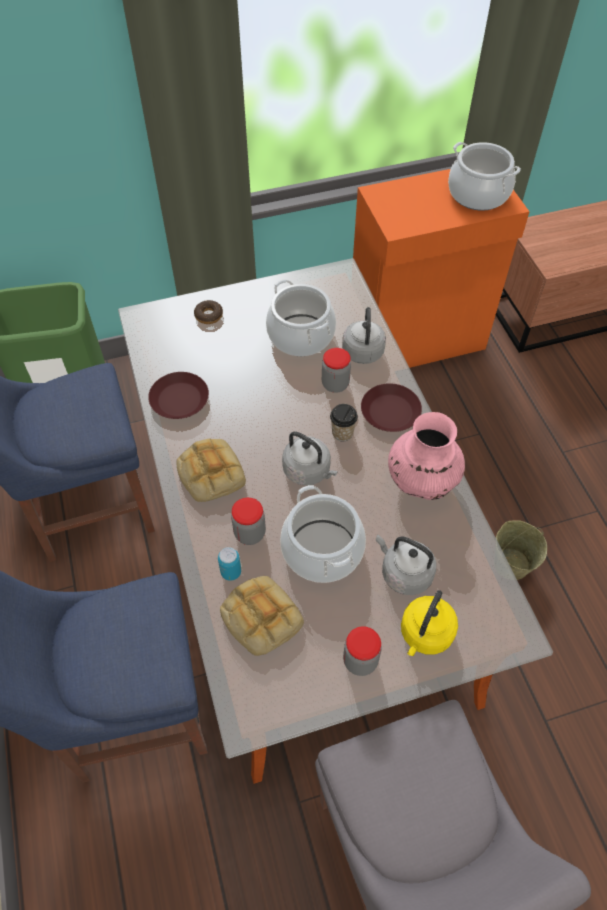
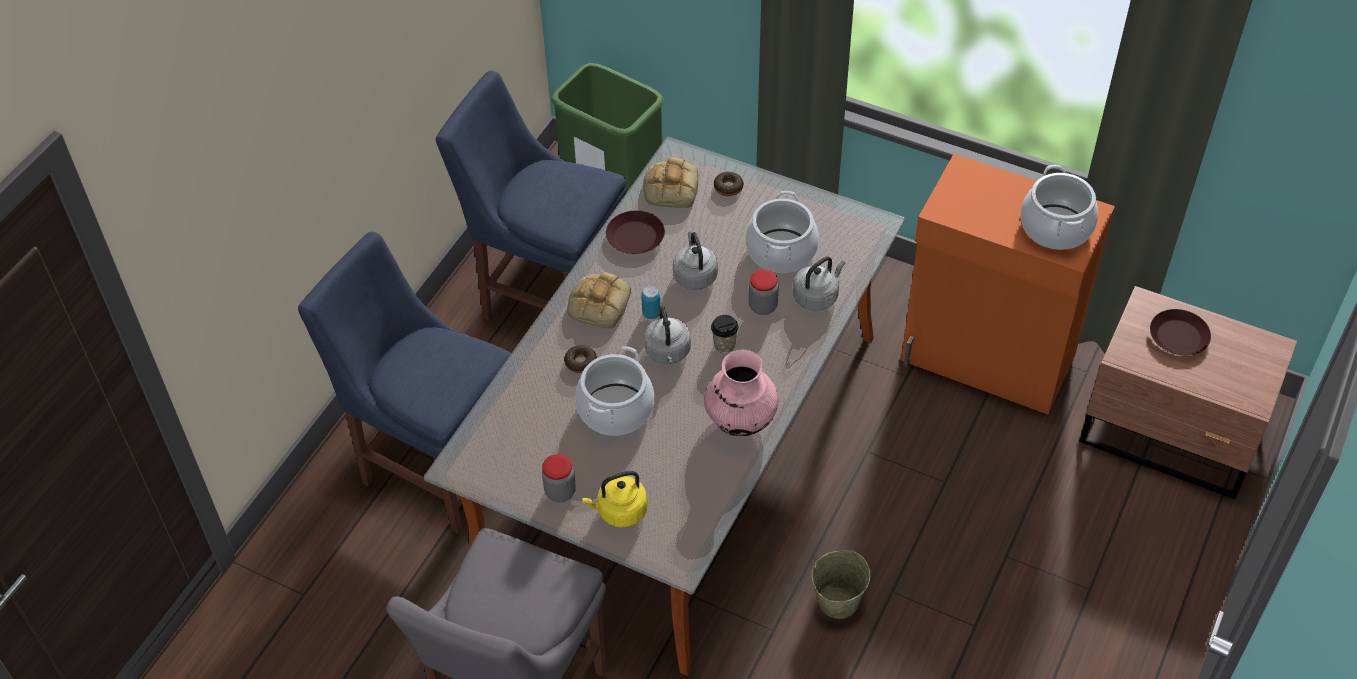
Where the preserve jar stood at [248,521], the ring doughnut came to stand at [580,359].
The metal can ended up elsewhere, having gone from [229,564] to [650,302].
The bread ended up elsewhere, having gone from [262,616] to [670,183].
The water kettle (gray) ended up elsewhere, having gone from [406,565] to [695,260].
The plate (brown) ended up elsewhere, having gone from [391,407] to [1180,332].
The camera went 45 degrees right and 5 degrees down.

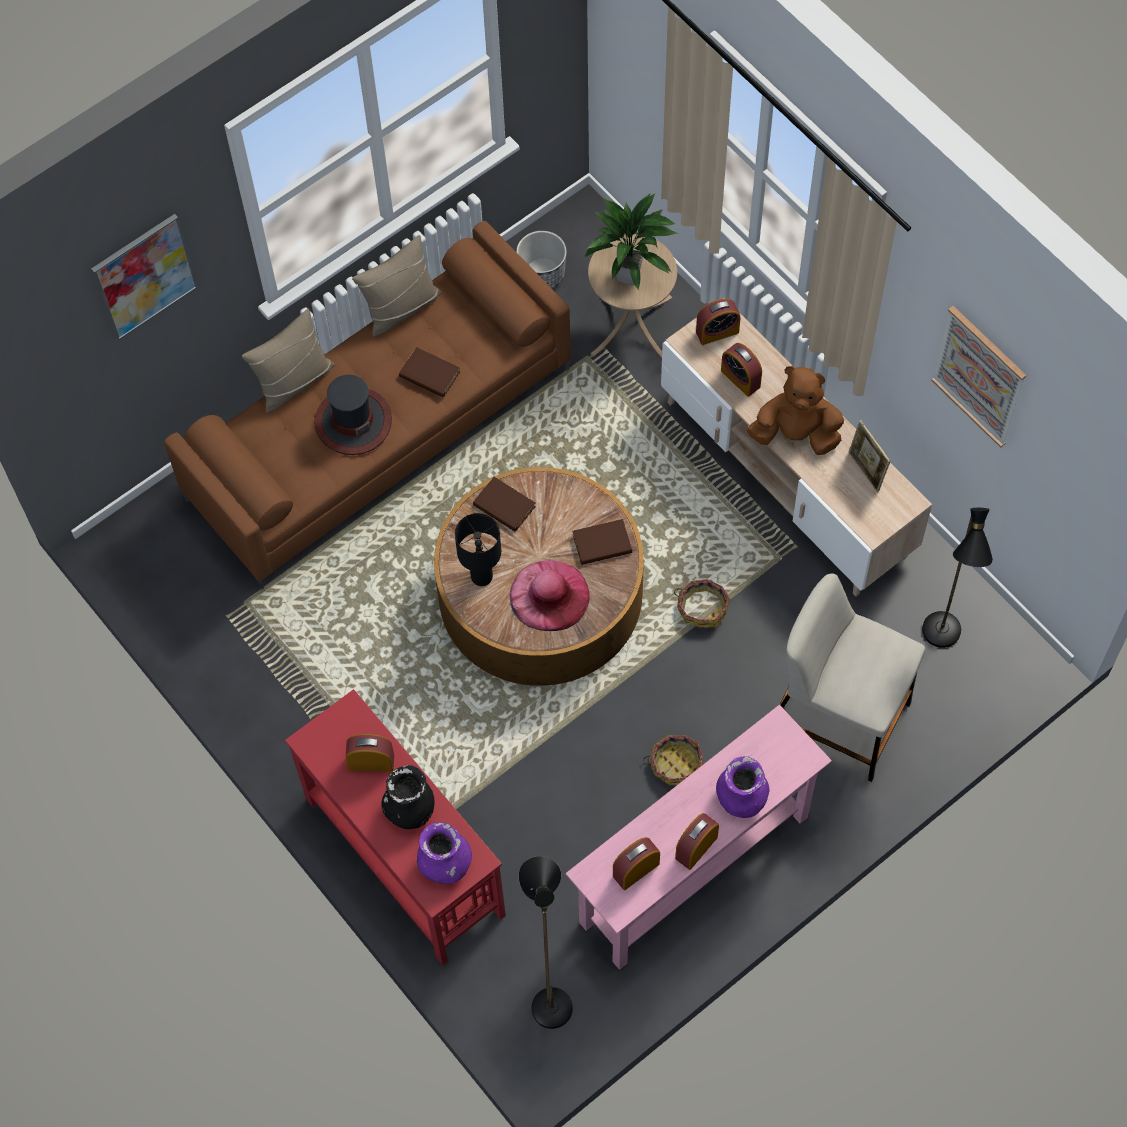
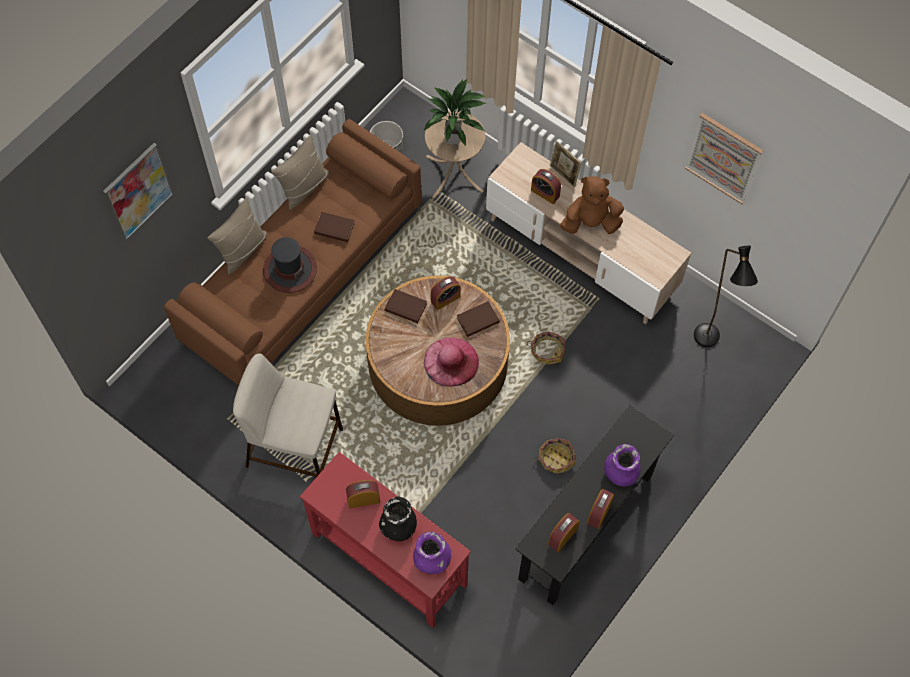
The stool (beige-coloured) ended up elsewhere, having gone from [852,678] to [288,415].
The table clock ended up elsewhere, having gone from [718,321] to [446,293].
What was the hall table (pink) at [699,837] turned into the hall table (black-coloured) at [594,505].
The picture frame ended up elsewhere, having gone from [869,456] to [566,164].
The second view lost the table lamp (black-coloured) at [478,549].
The second view lost the floor lamp (black-coloured) at [546,942].
The camera went 15 degrees left and 0 degrees up.

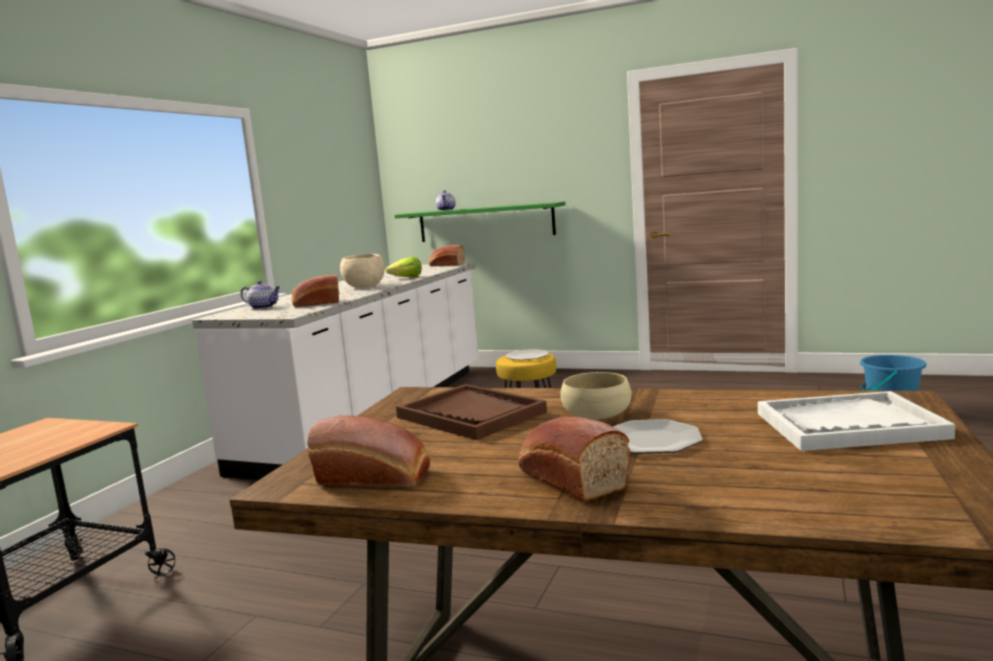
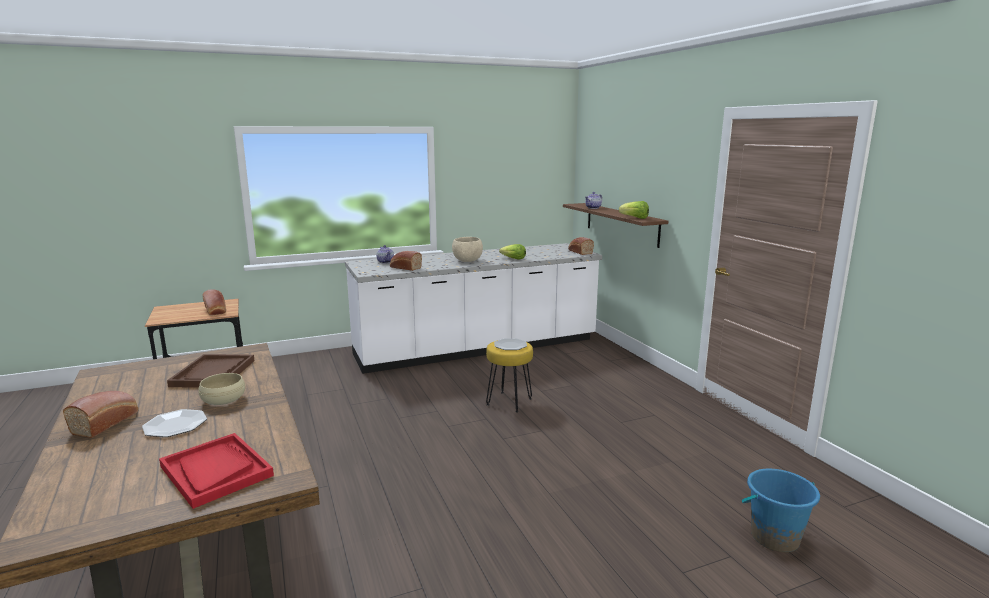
What was the carrying tray (white) at [856,421] turned into the carrying tray (red) at [216,471].
The bread ended up elsewhere, having gone from [368,451] to [214,302].
What was the bracket shelf (green-coloured) at [480,222] turned into the bracket shelf (brown) at [615,225].
The second view gained the lettuce at [634,210].
The camera went 45 degrees right and 5 degrees up.

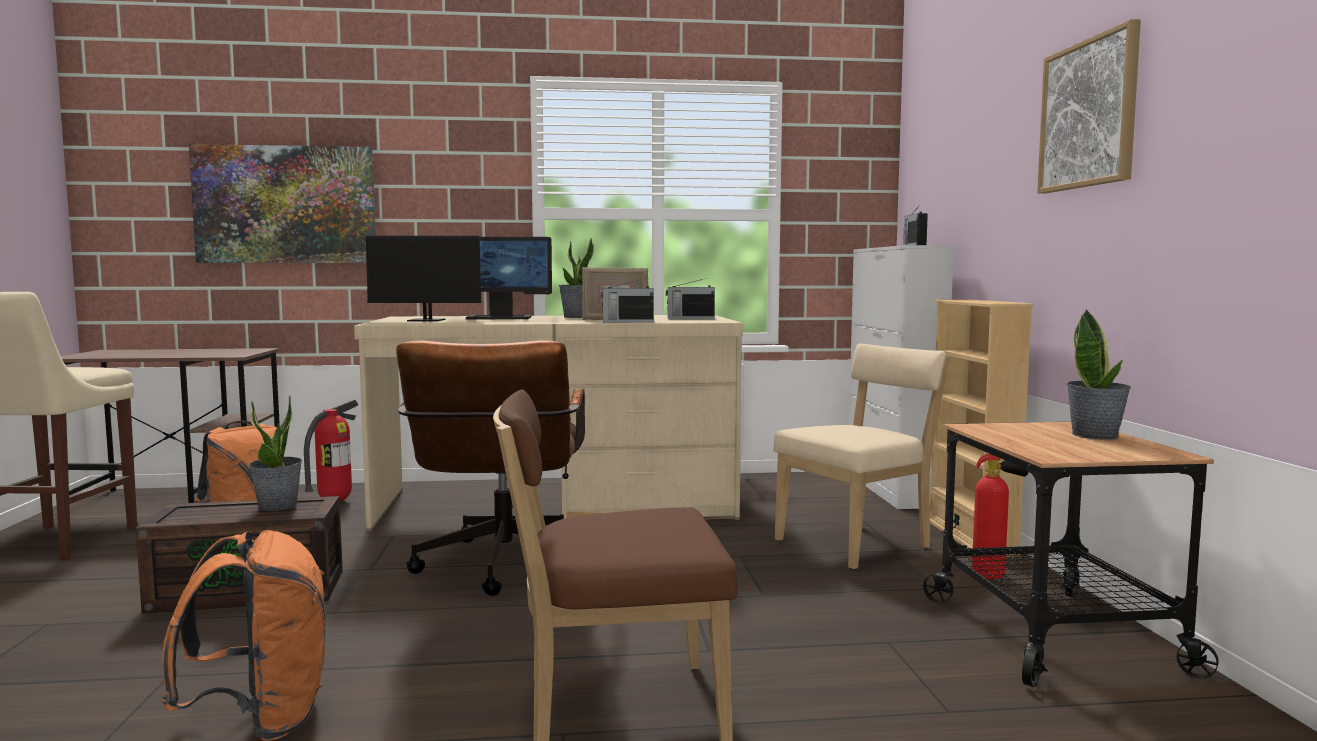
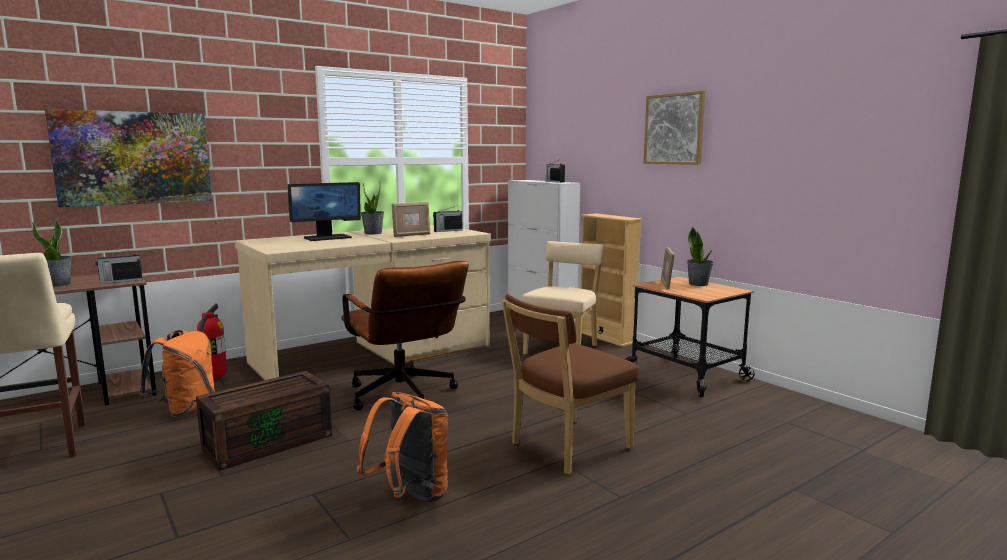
The potted plant ended up elsewhere, having gone from [275,453] to [52,252].
The radio ended up elsewhere, having gone from [627,300] to [119,267].
The second view gained the picture frame at [668,268].
The second view lost the computer display at [440,278].
The second view lost the extinguisher at [1000,516].
The camera went 30 degrees left and 5 degrees up.

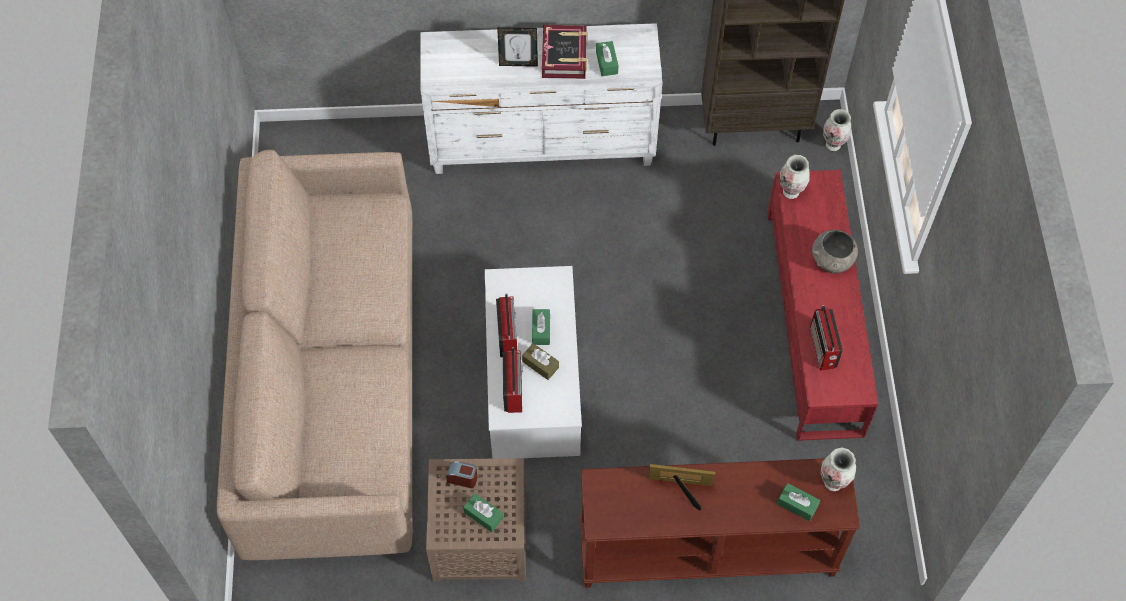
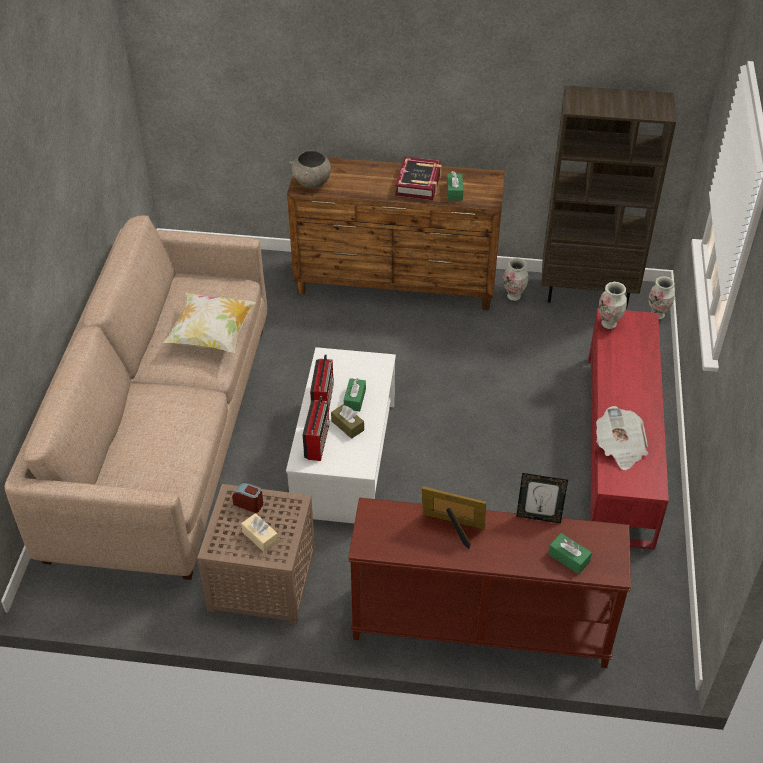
The second view gained the cushion at [209,323].
What was the box of tissues (green-coloured) at [483,512] turned into the box of tissues (beige-coloured) at [260,532].
What was the dresser (white) at [541,98] turned into the dresser (brown) at [396,233].
The bowl (gray) ended up elsewhere, having gone from [835,251] to [310,169].
The flower vase ended up elsewhere, having gone from [838,469] to [515,279].
The picture frame ended up elsewhere, having gone from [517,47] to [542,498].
Where the radio stood at [826,337], the printed paper came to stand at [622,438].
The camera went 10 degrees right and 15 degrees down.

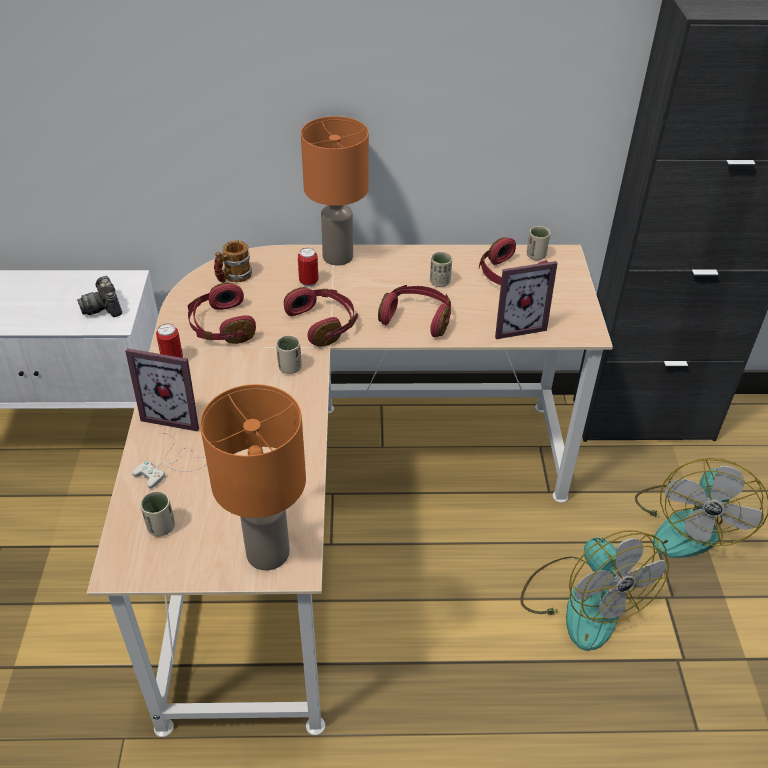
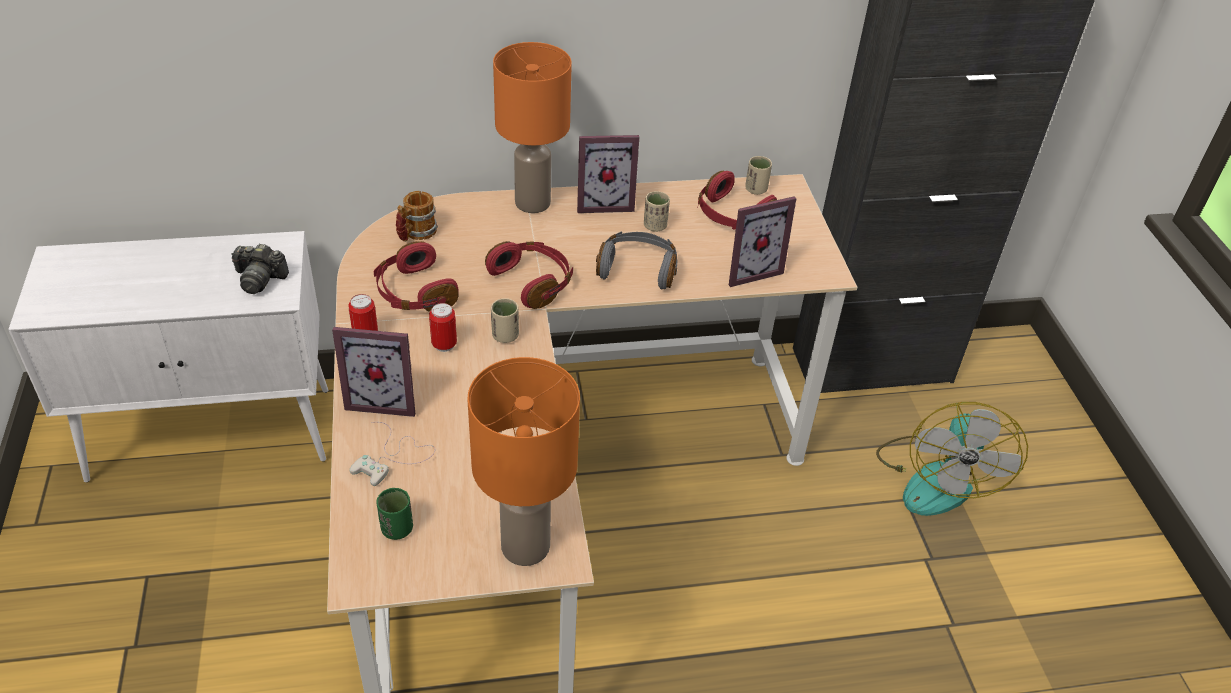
The still camera at [99,296] ended up facing another way, 45 degrees counterclockwise from before.
What was the drinking cup (beige-coloured) at [157,513] turned into the drinking cup (green-coloured) at [394,514].
The metal can ended up elsewhere, having gone from [308,267] to [443,327].
The second view gained the picture frame at [608,174].
What was the pair of headphones (red) at [414,311] turned into the pair of headphones (gray) at [636,260].
The second view lost the electric fan at [594,590].
The camera went 10 degrees left and 0 degrees up.

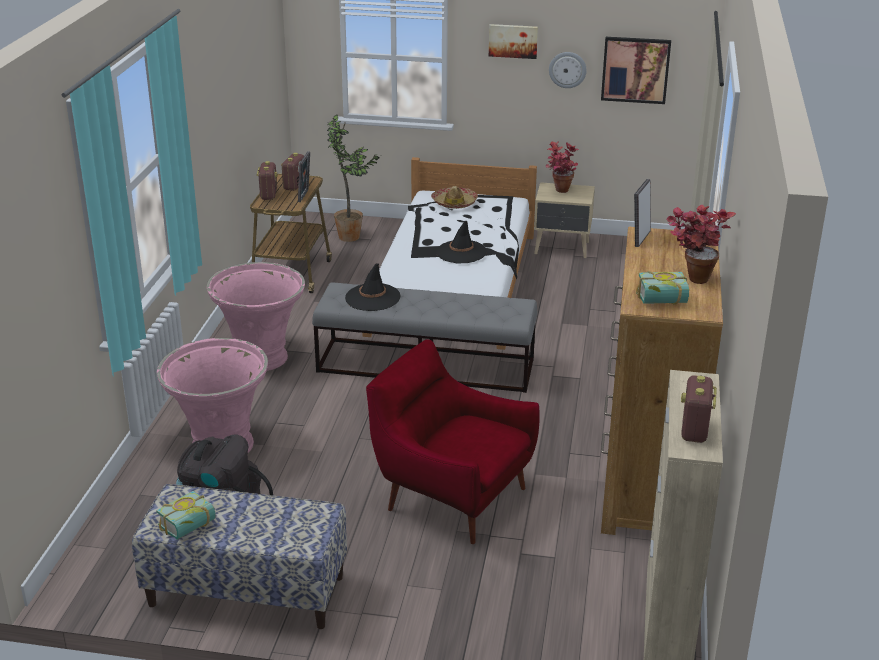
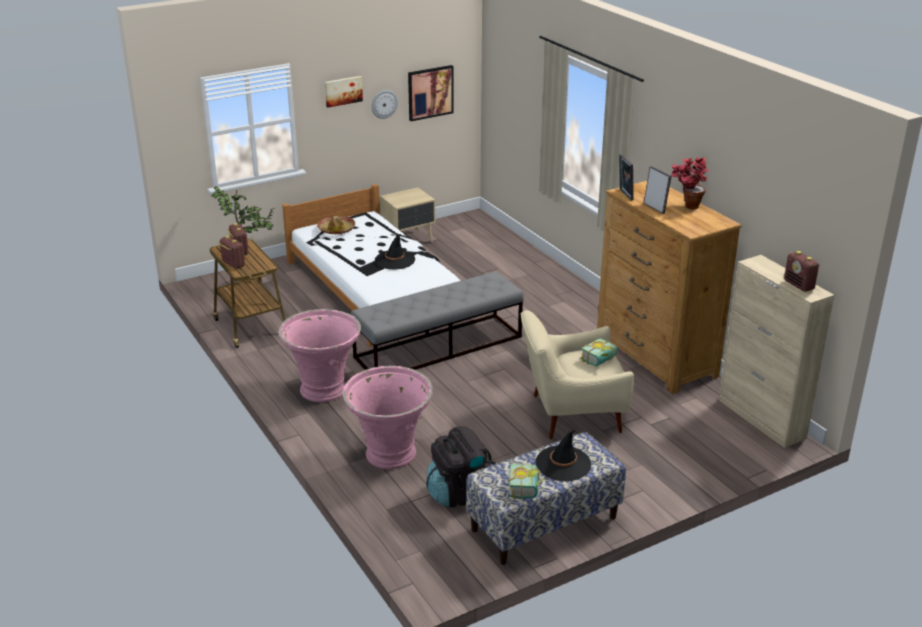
What was the lounge chair (red) at [453,441] turned into the lounge chair (beige-coloured) at [577,374].
The clothing hat (black-coloured) ended up elsewhere, having gone from [373,287] to [563,455].
The bound book ended up elsewhere, having gone from [662,288] to [599,352].
The picture frame ended up elsewhere, having gone from [304,176] to [657,190].
The second view lost the potted plant at [562,167].
The camera went 40 degrees left and 0 degrees up.

